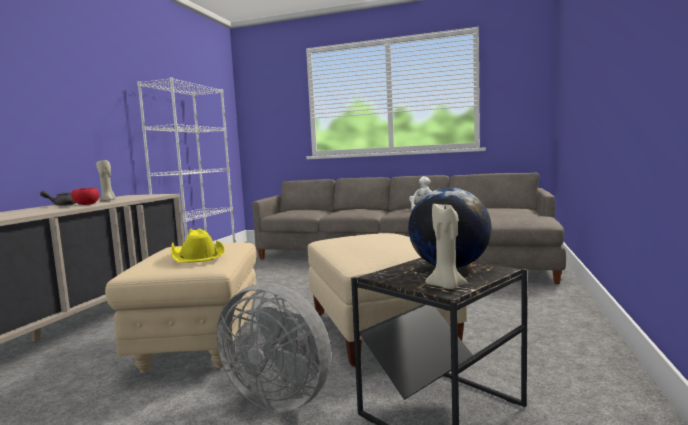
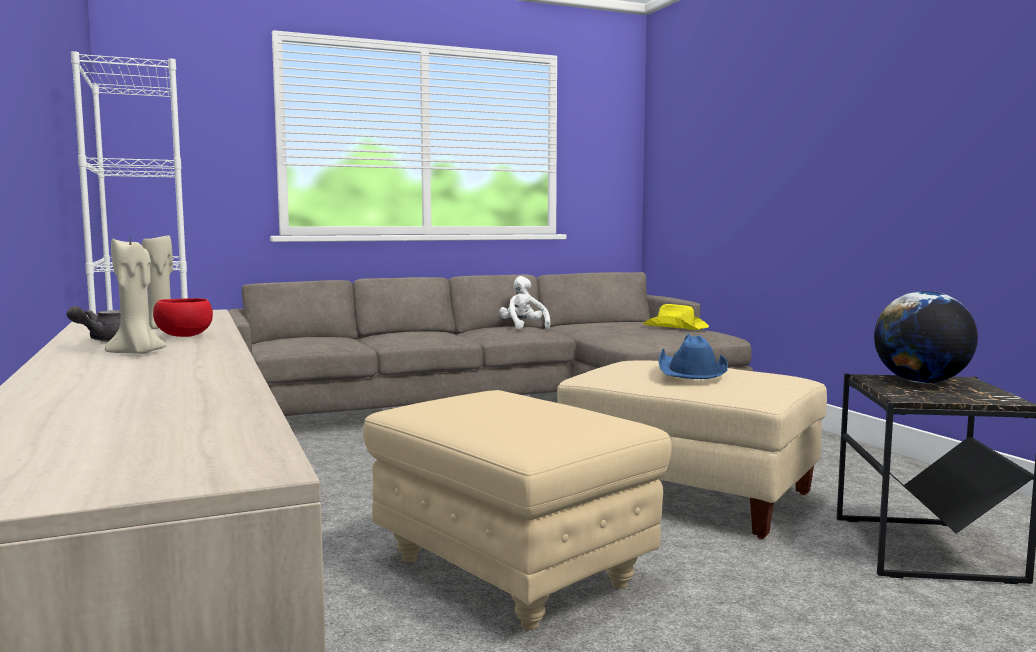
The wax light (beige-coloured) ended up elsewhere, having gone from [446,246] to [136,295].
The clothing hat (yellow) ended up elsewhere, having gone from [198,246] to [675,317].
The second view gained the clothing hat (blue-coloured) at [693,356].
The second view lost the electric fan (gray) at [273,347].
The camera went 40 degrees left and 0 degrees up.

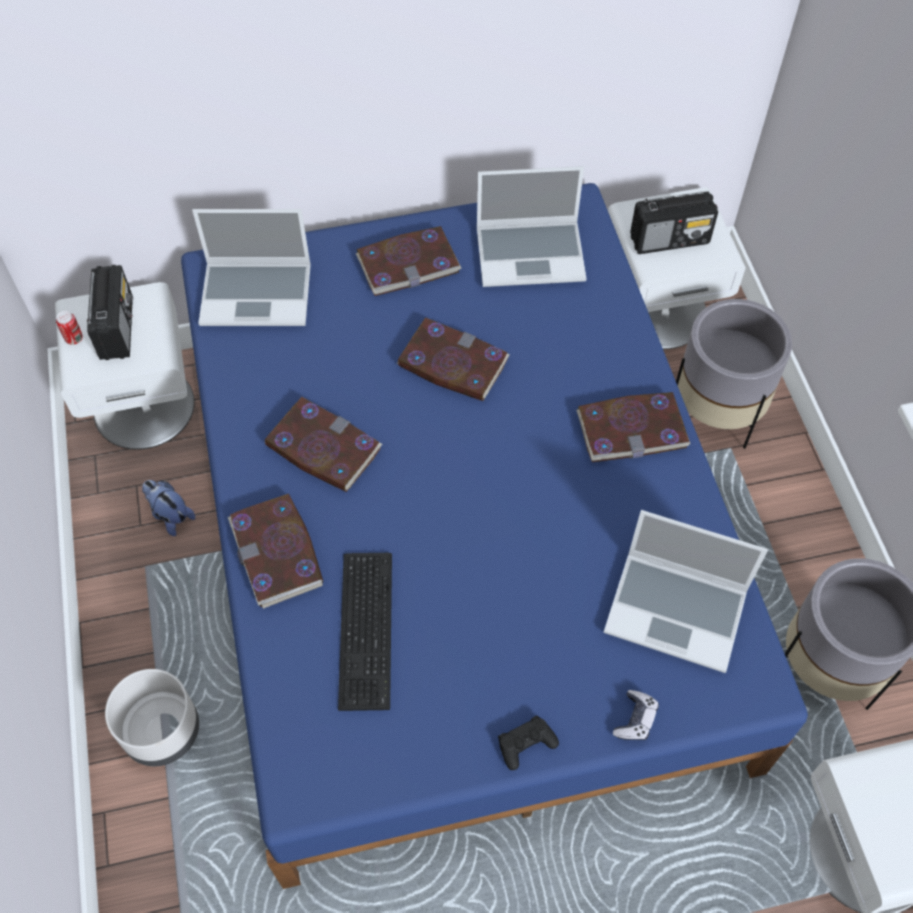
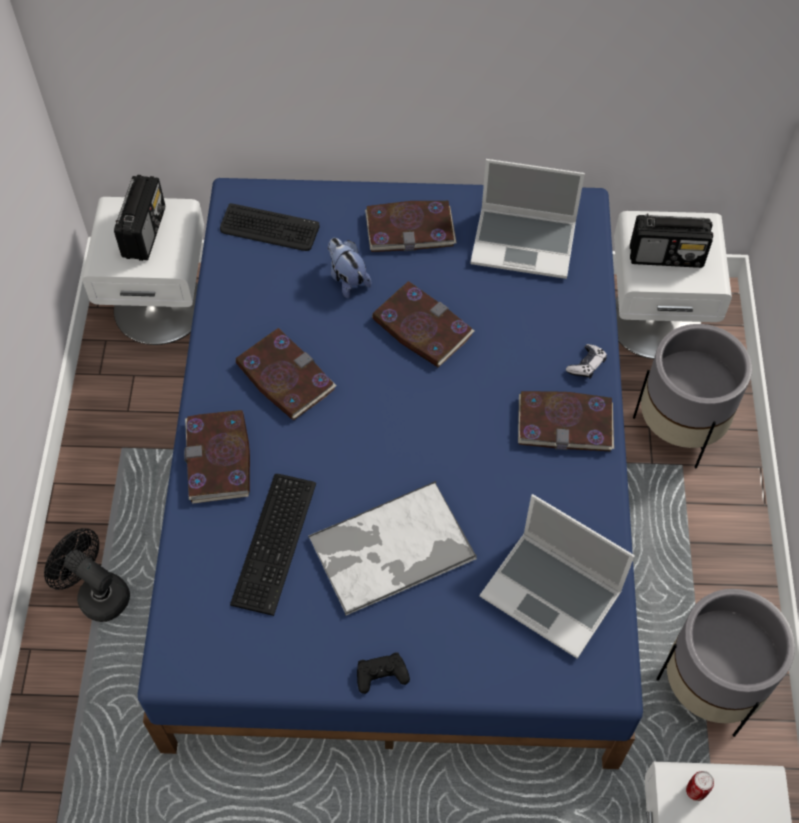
Where the flower pot (gray) stood at [152,717], the electric fan (black-coloured) came to stand at [87,575].
Where the laptop stood at [251,267], the PC keyboard came to stand at [270,227].
The second view gained the carrying tray at [392,548].
The cuddly toy ended up elsewhere, having gone from [168,508] to [349,268].
The game controller ended up elsewhere, having gone from [636,715] to [586,361].
The metal can ended up elsewhere, having gone from [69,328] to [700,786].
The camera went 15 degrees right and 0 degrees up.

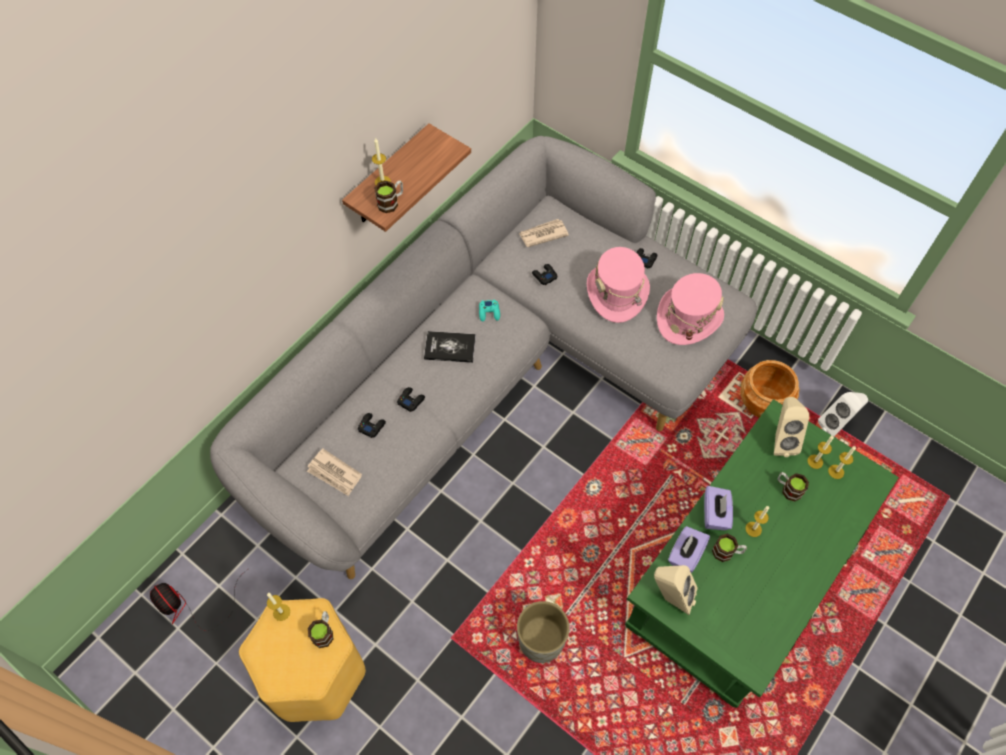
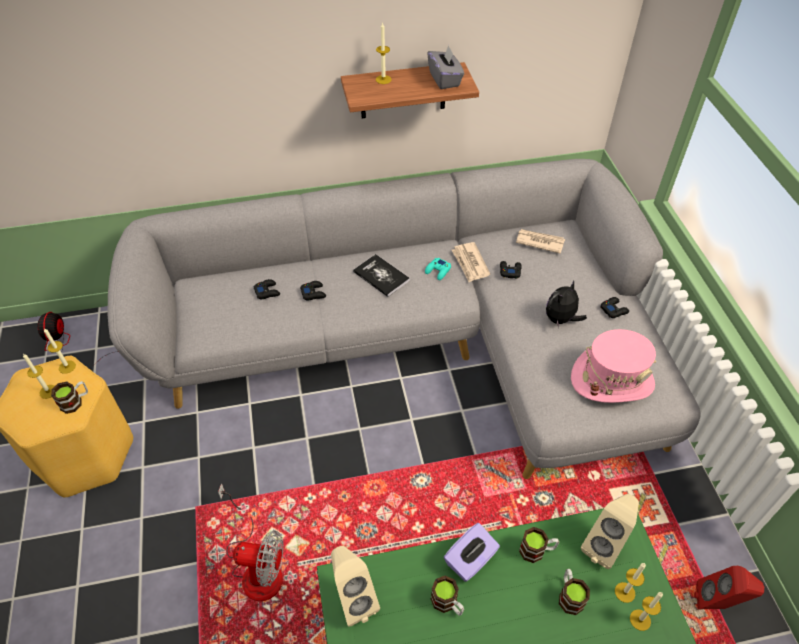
The wax light ended up elsewhere, having gone from [757,521] to [39,376].
Where the flower pot (gray) stood at [543,632], the electric fan came to stand at [251,542].
The second view gained the box of tissues (gray) at [445,67].
The printed paper ended up elsewhere, having gone from [334,472] to [471,262].
The coffee mug ended up elsewhere, having gone from [388,197] to [539,545].
Where the clothing hat (pink) stood at [618,285], the cuddly toy came to stand at [566,304].
What was the loudspeaker (white) at [843,414] turned into the loudspeaker (red) at [729,588].
The second view lost the box of tissues (purplish) at [689,549].
The second view lost the flower pot (brown) at [769,389].
The camera went 40 degrees right and 10 degrees down.

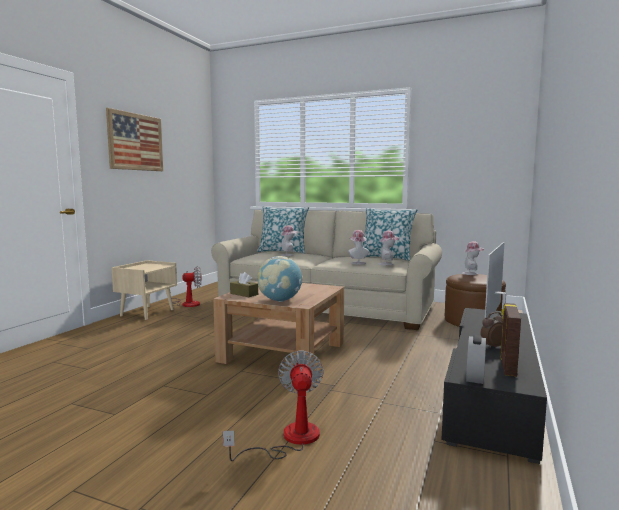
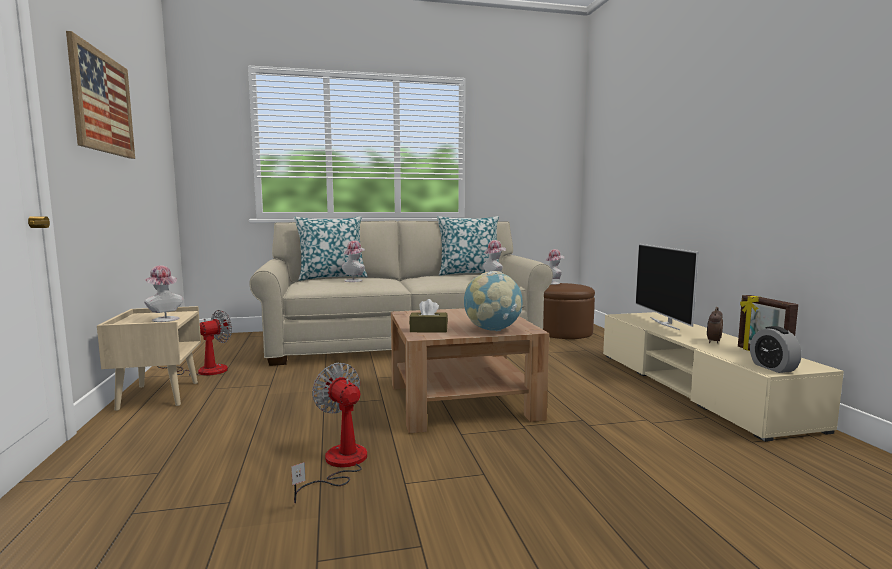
The clothing hat ended up elsewhere, having gone from [358,247] to [163,293].
The electric fan ended up elsewhere, having gone from [273,405] to [329,433].
What was the tv unit (black-coloured) at [494,386] turned into the tv unit (beige-coloured) at [723,377].
The camera went 35 degrees left and 0 degrees up.

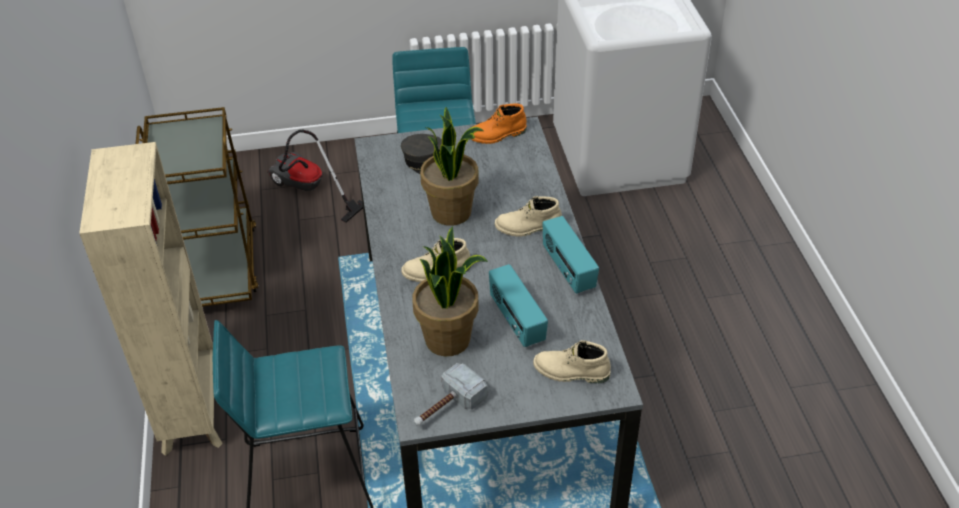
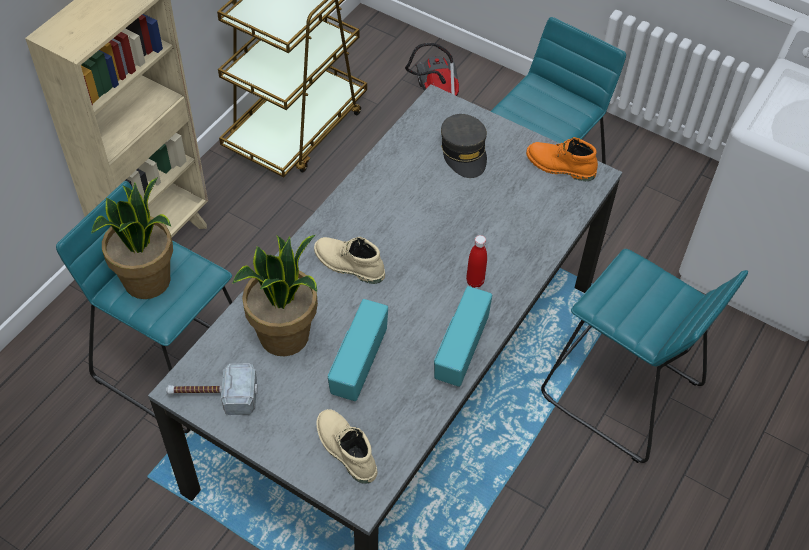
The potted plant ended up elsewhere, having gone from [451,166] to [132,238].
Where the high-top boot (beige-coloured) stood at [528,216], the bottle (red) came to stand at [476,261].
The second view gained the stool (turquoise-coloured) at [644,356].
The camera went 40 degrees right and 10 degrees up.

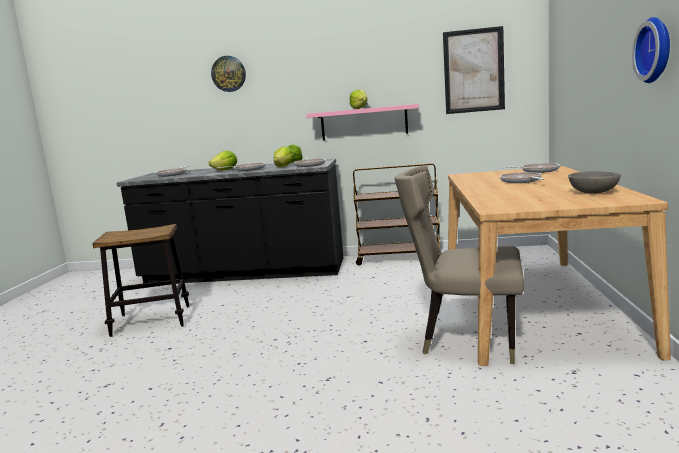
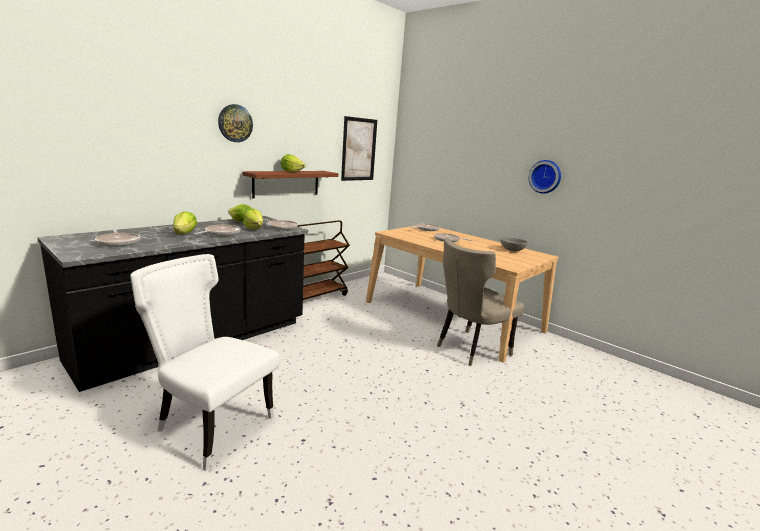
Where the stool stood at [140,280], the chair (white) came to stand at [205,362].
The wall clock ended up elsewhere, having gone from [228,74] to [235,123].
What was the bracket shelf (pink) at [362,122] turned into the bracket shelf (brown) at [290,184].
The camera went 55 degrees left and 5 degrees up.

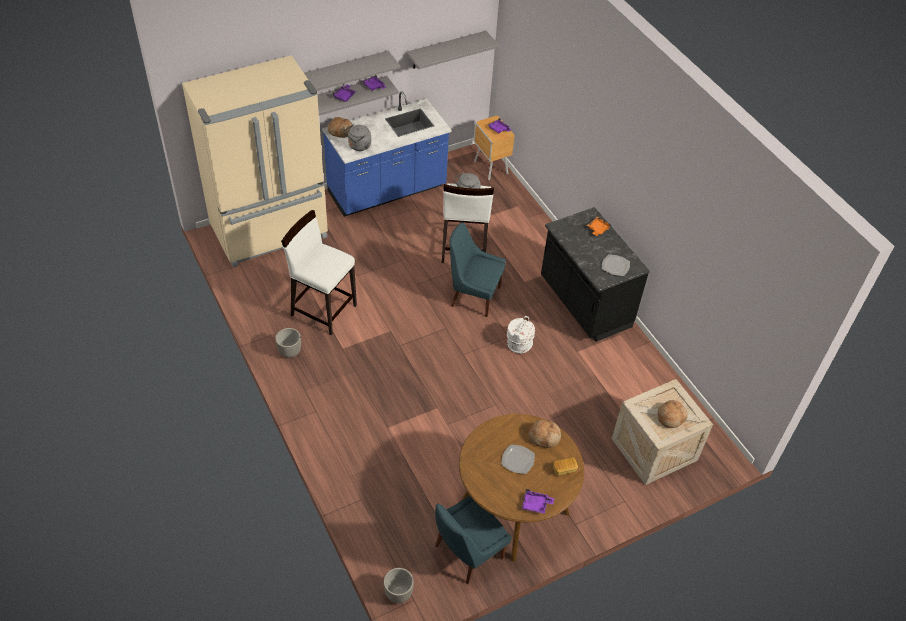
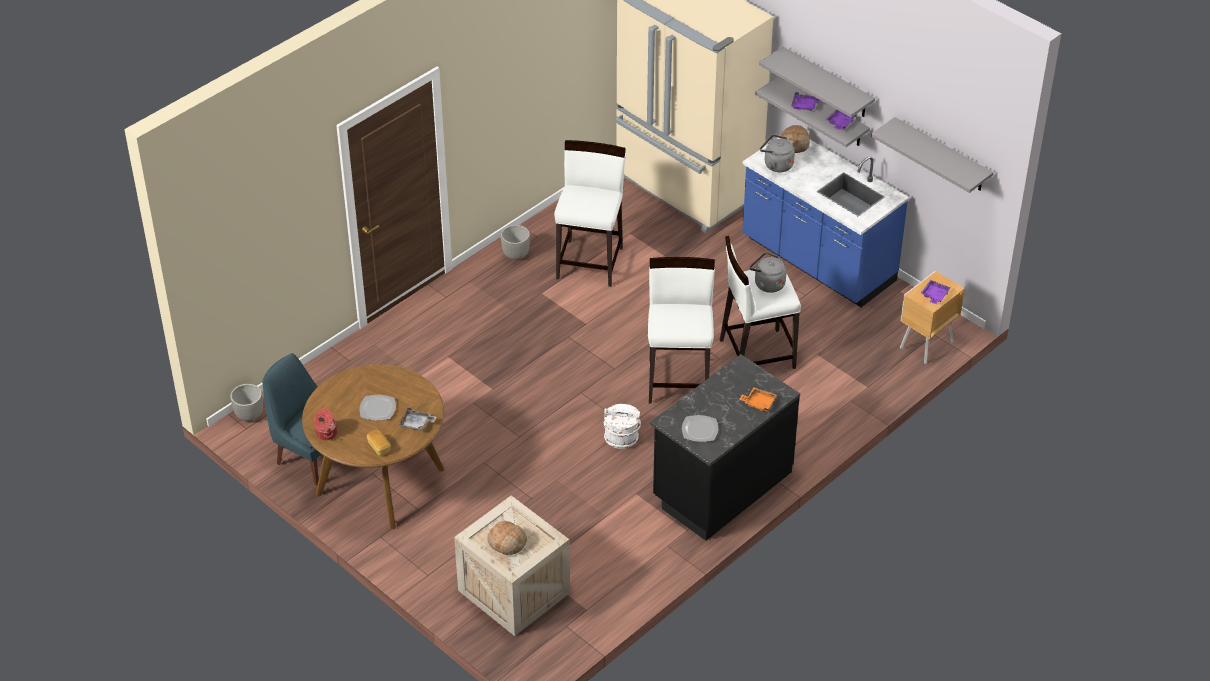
Where the carrying tray (purplish) stood at [537,501], the saucepot came to stand at [325,424].
Where the bread stood at [544,434], the carrying tray (gray) came to stand at [417,419].
Where the chair (blue-coloured) stood at [478,269], the stool (white) came to stand at [681,330].
The camera went 75 degrees right and 5 degrees down.

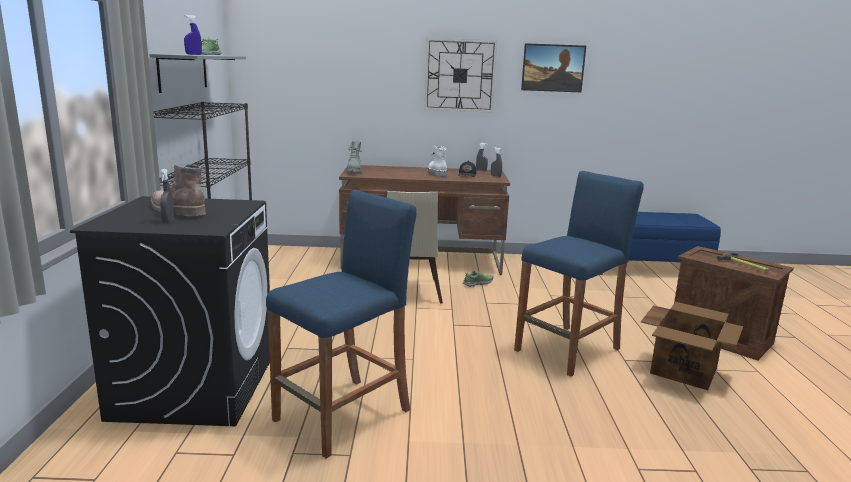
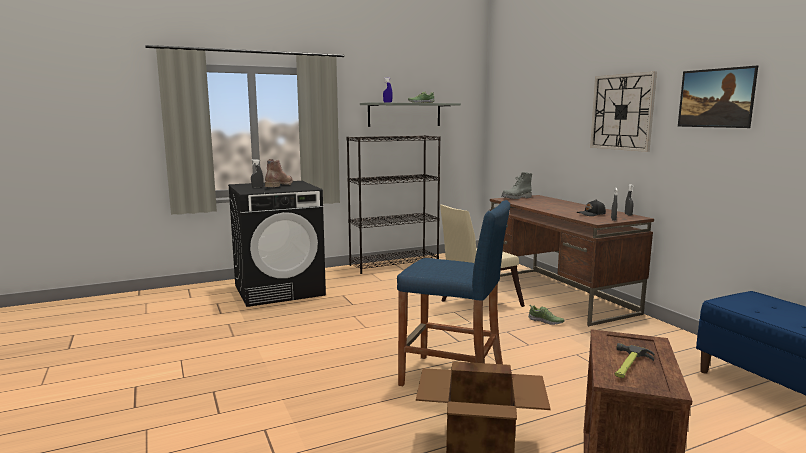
The second view lost the stool (blue-coloured) at [341,324].
The second view lost the high-top boot (white) at [437,161].
The camera went 65 degrees right and 5 degrees down.

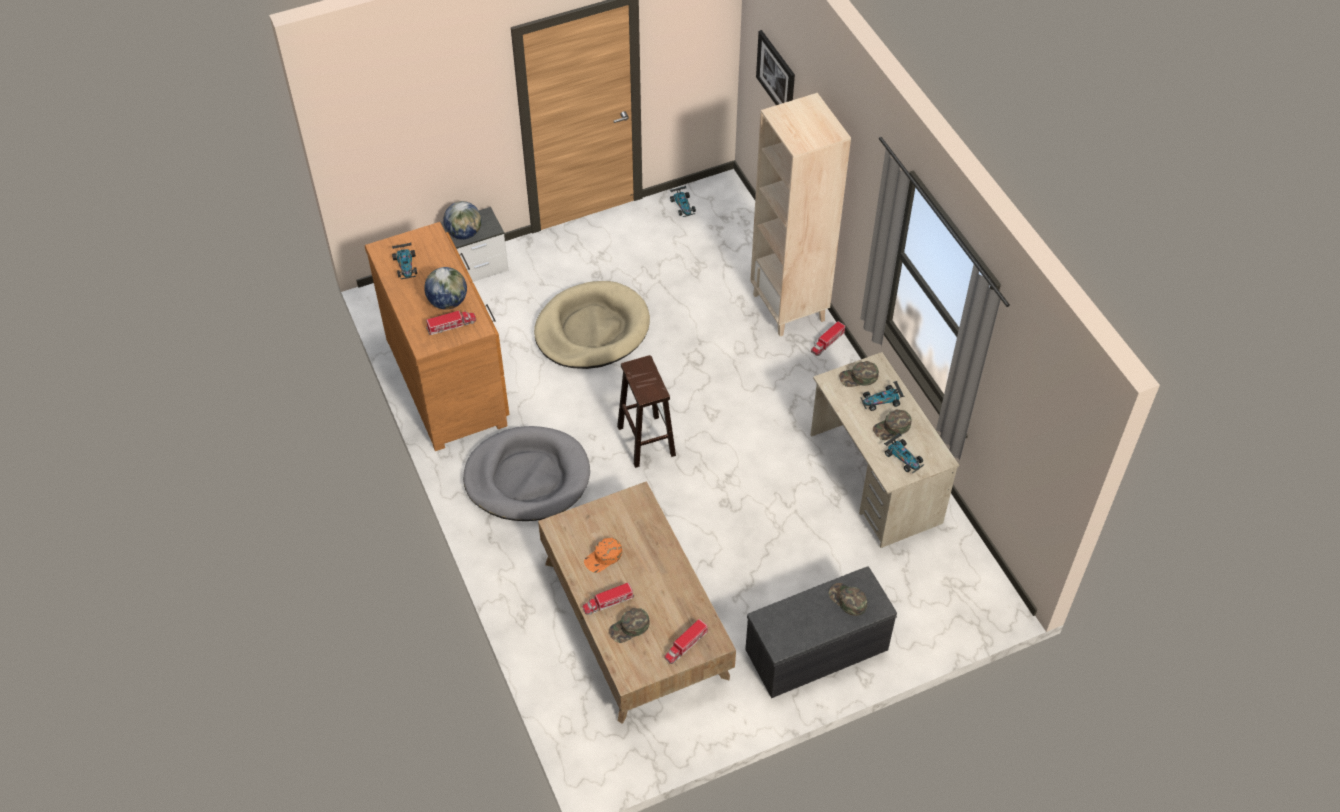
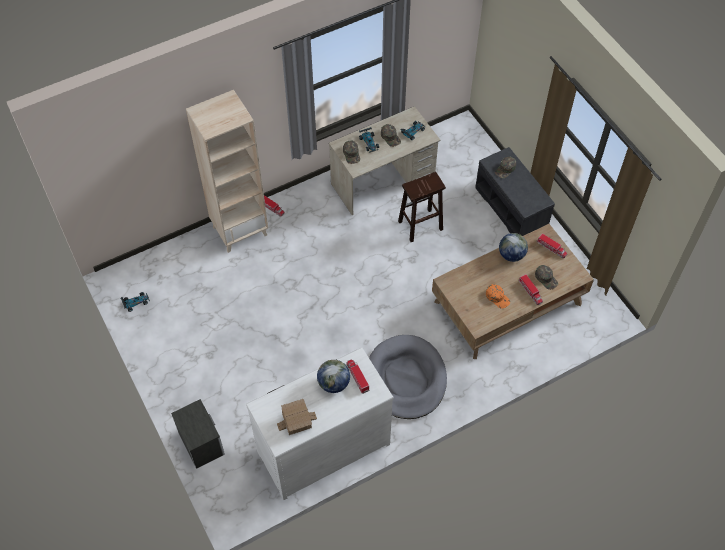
What was the dresser (brown) at [437,336] turned into the dresser (white) at [319,423].
Where the miniature car stood at [404,261], the model house came to stand at [297,417].
The stool (brown) ended up elsewhere, having gone from [646,411] to [422,207].
The desk globe ended up elsewhere, having gone from [462,220] to [513,247].
The second view lost the dog cushion (beige-coloured) at [592,325].
The second view lost the picture at [775,67].
The camera went 95 degrees left and 5 degrees up.

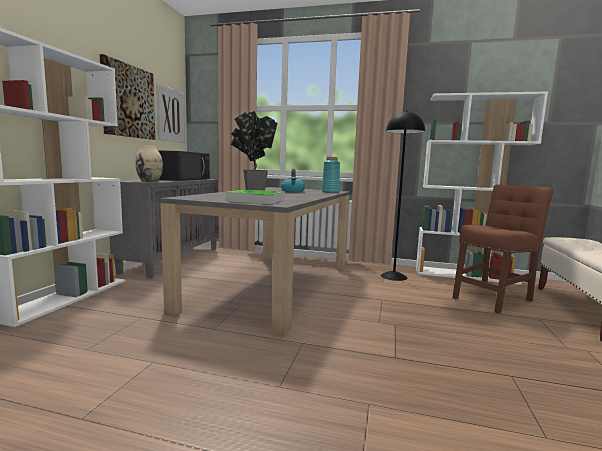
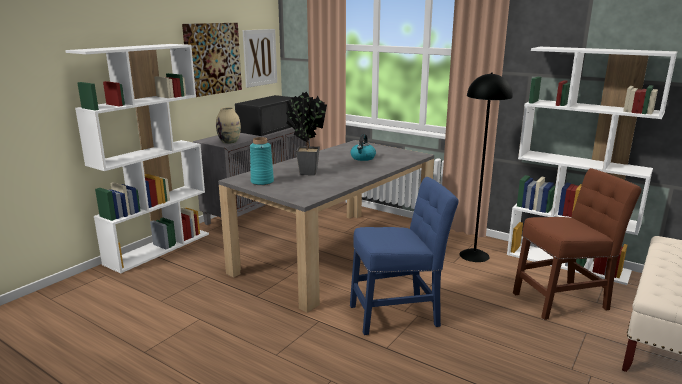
The flower vase (turquoise-coloured) ended up elsewhere, having gone from [331,175] to [262,161].
The second view gained the chair (blue-coloured) at [404,256].
The second view lost the carrying tray at [255,197].
The camera went 20 degrees right and 10 degrees up.

